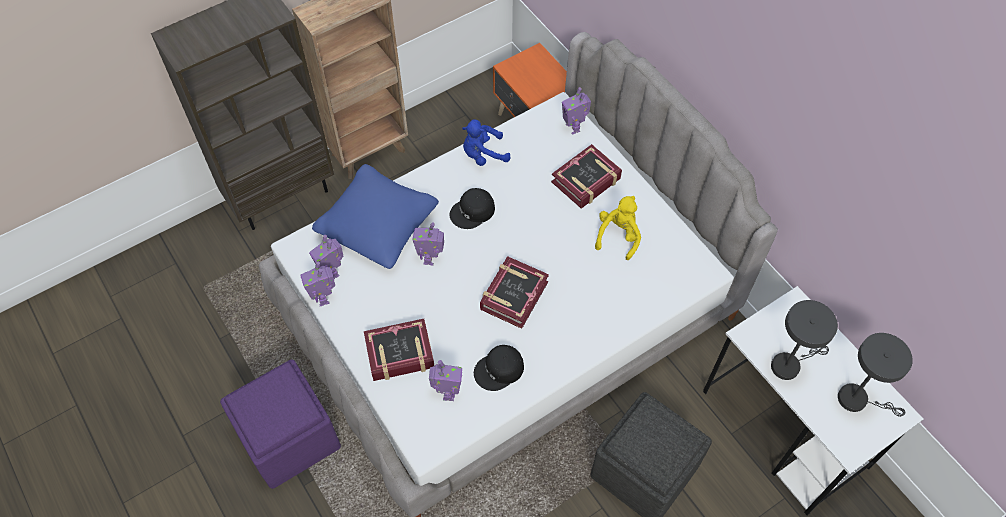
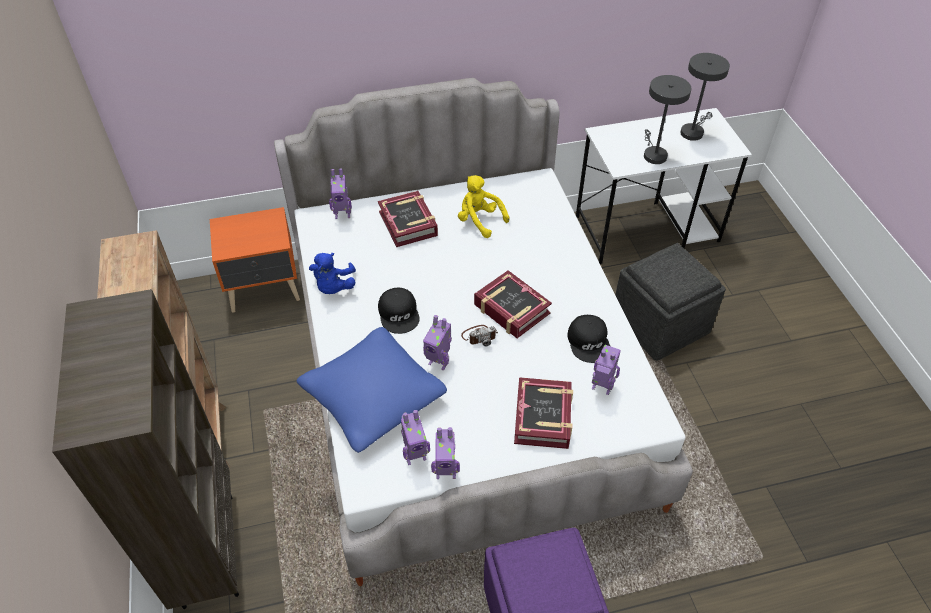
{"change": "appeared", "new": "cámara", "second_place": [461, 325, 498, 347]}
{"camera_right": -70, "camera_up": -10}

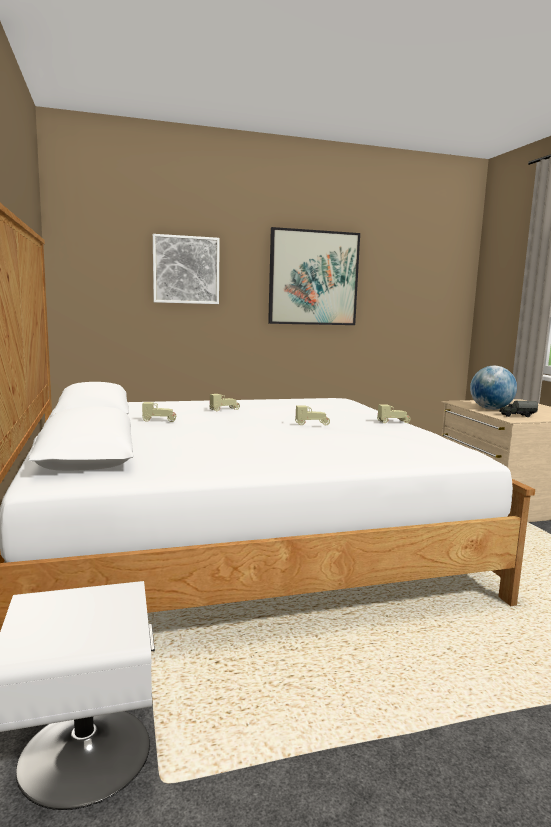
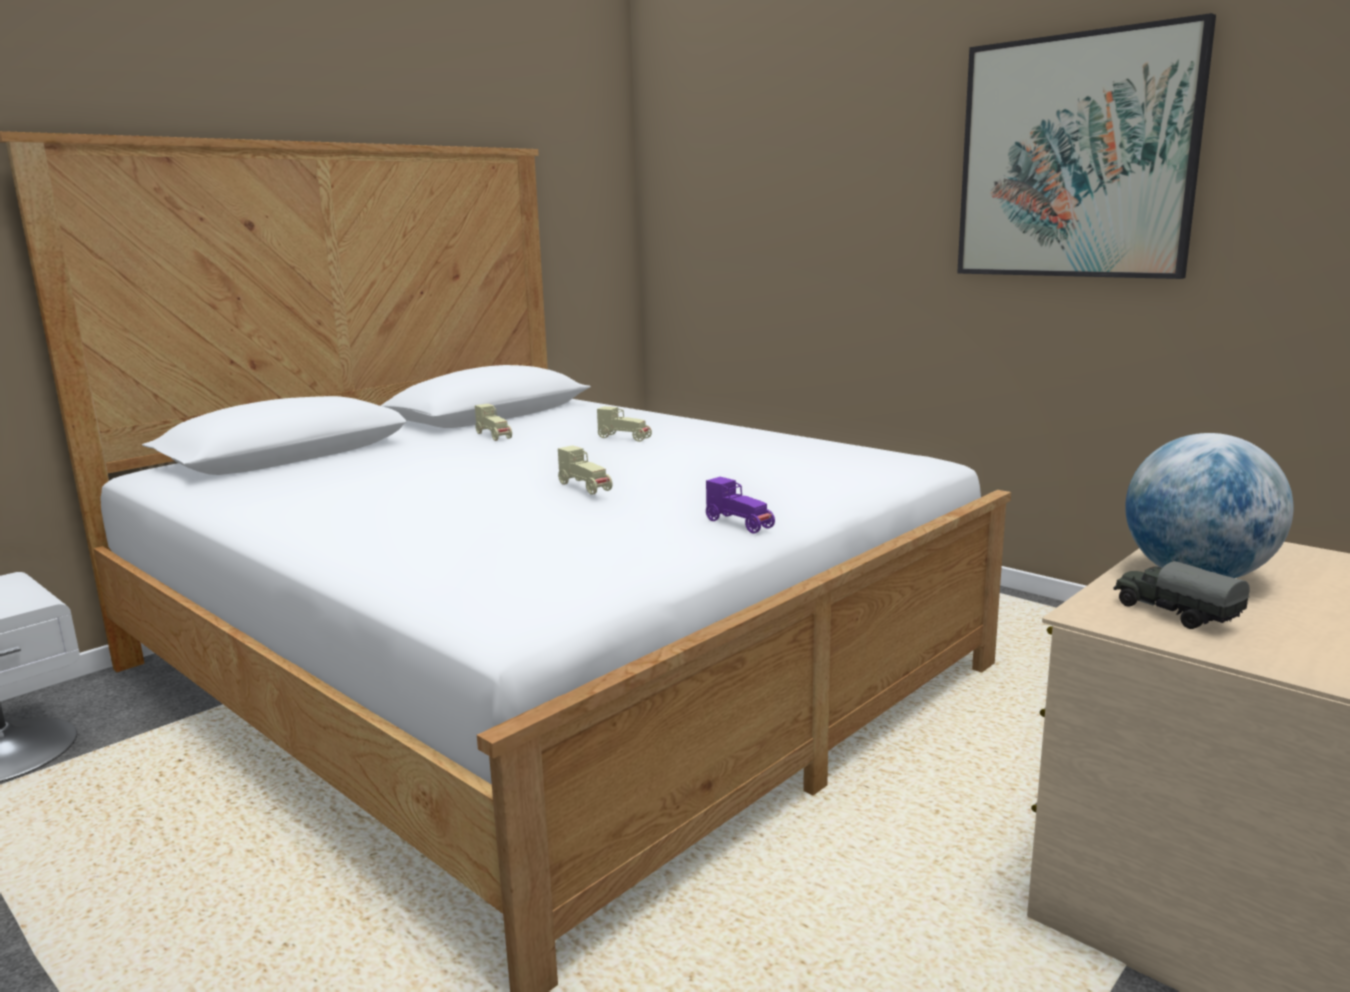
{"change": "missing", "old": "cuadro", "first_place": [153, 234, 220, 304]}
{"change": "colour", "old": "coche de juguete [beis]", "new": "coche de juguete [morado]", "first_place": [377, 405, 411, 423], "second_place": [706, 477, 775, 534]}
{"camera_right": 60, "camera_up": 5}

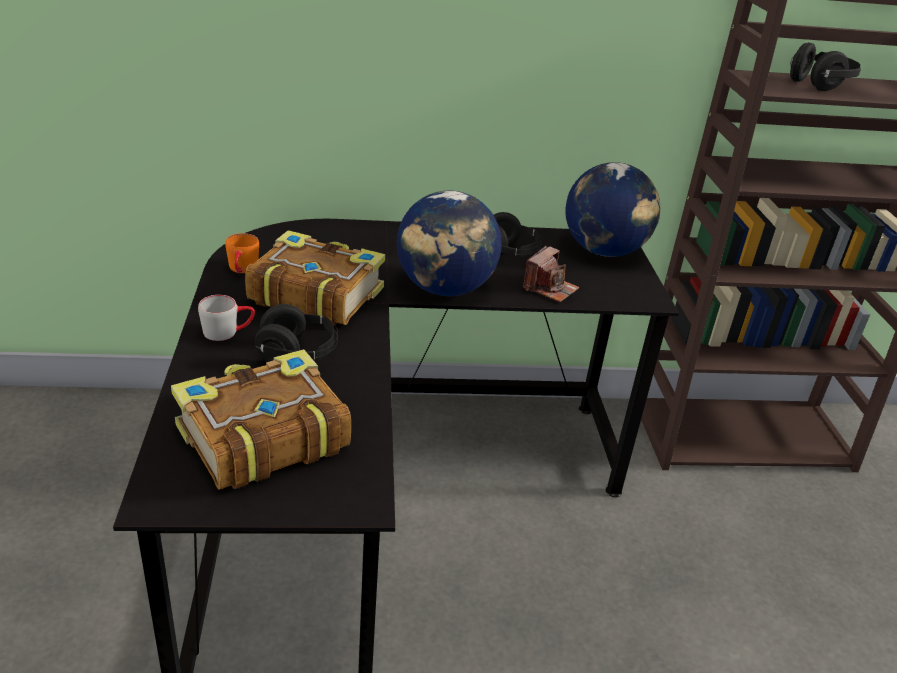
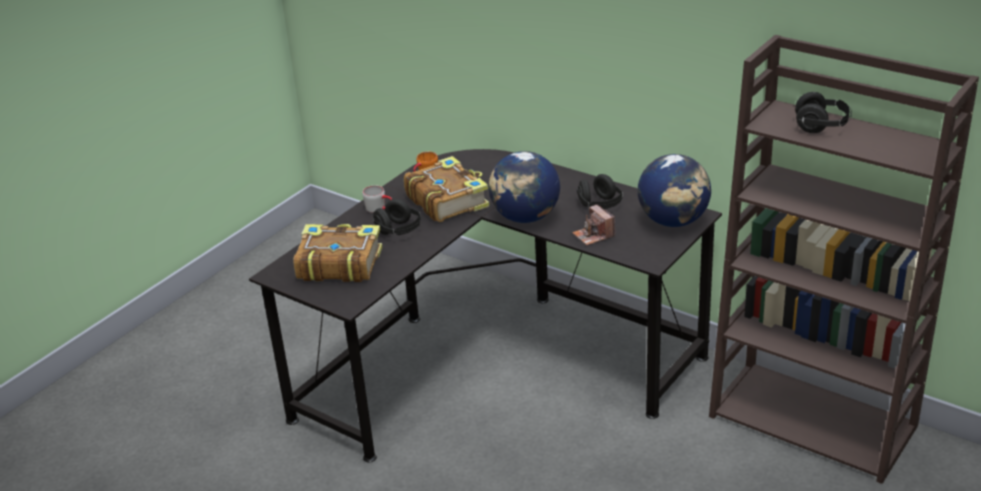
{"change": "spun", "old": "cámara", "first_place": [523, 246, 579, 302], "second_place": [572, 204, 615, 245], "degrees": 75}
{"camera_right": 45, "camera_up": 0}

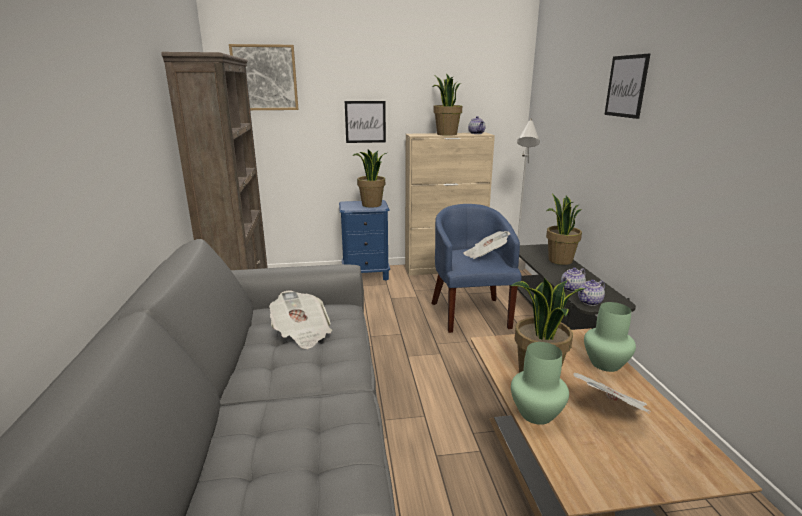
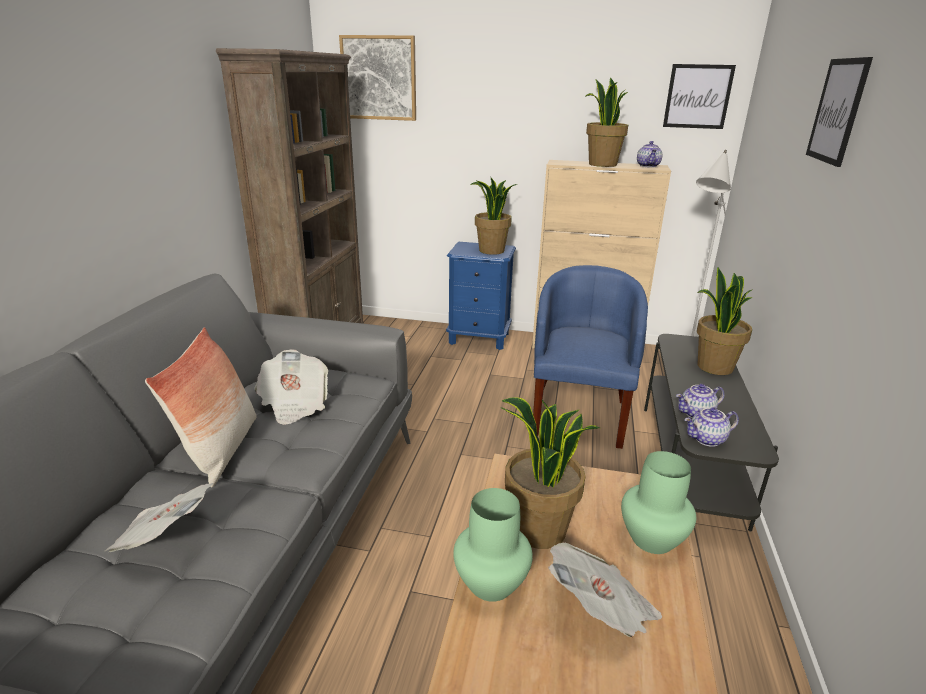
{"change": "relocated", "old": "cuadro", "first_place": [345, 101, 386, 143], "second_place": [663, 64, 736, 129]}
{"change": "relocated", "old": "periódico", "first_place": [463, 231, 510, 259], "second_place": [105, 483, 213, 552]}
{"change": "appeared", "new": "cojín", "second_place": [145, 327, 257, 487]}
{"camera_right": 20, "camera_up": 5}

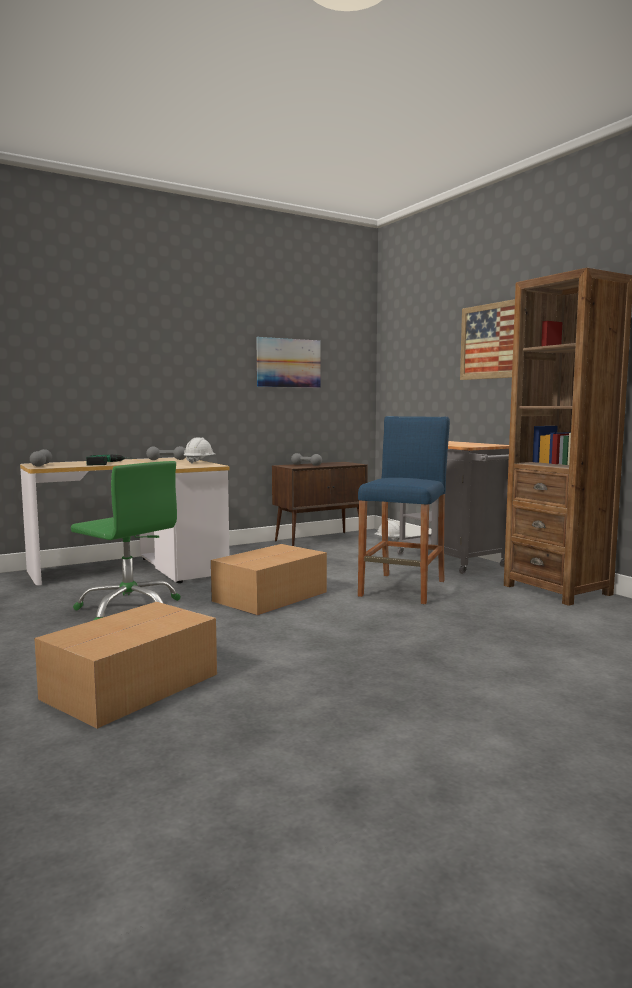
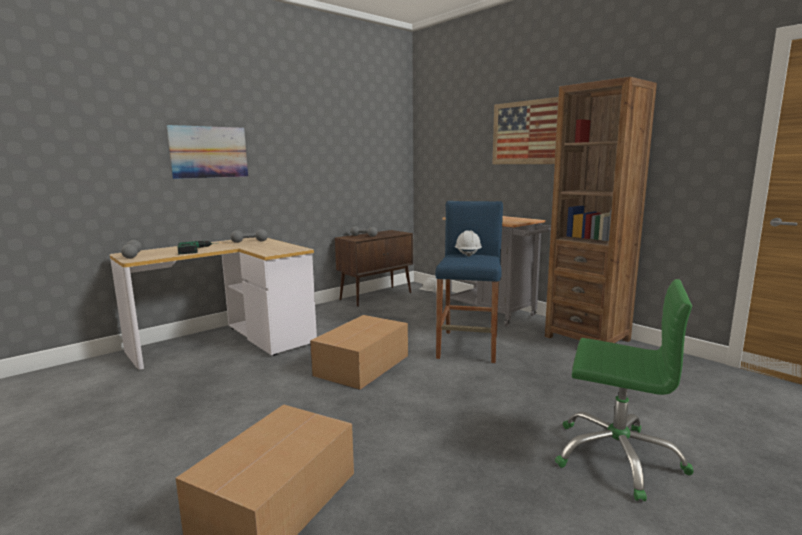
{"change": "relocated", "old": "cuadro", "first_place": [256, 337, 321, 388], "second_place": [166, 125, 248, 179]}
{"change": "relocated", "old": "casco [blanco]", "first_place": [184, 437, 215, 464], "second_place": [455, 230, 482, 257]}
{"change": "relocated", "old": "silla de oficina [verde]", "first_place": [71, 461, 181, 620], "second_place": [555, 279, 694, 501]}
{"camera_right": -10, "camera_up": 5}

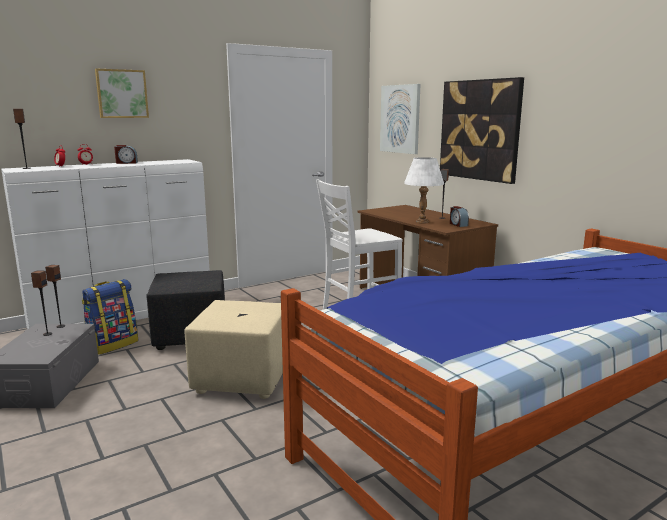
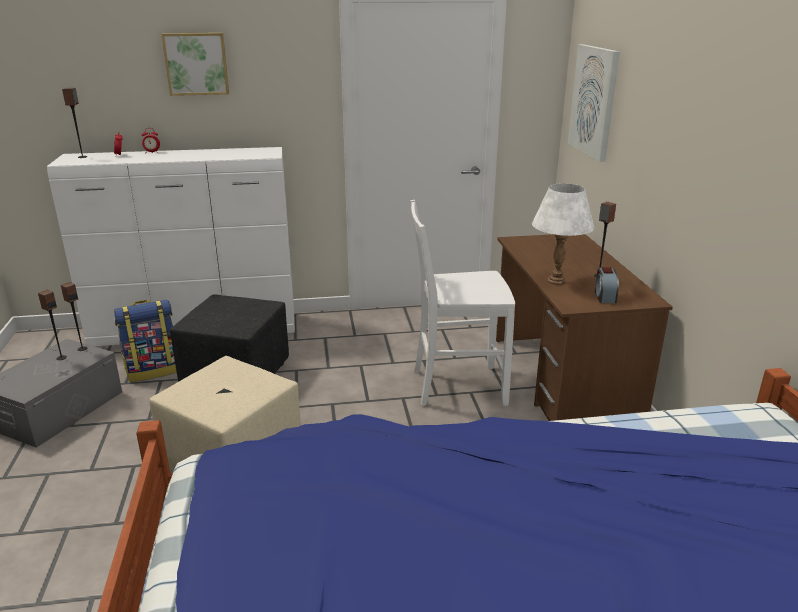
{"change": "missing", "old": "cuadro", "first_place": [440, 77, 524, 184]}
{"change": "missing", "old": "despertador", "first_place": [114, 145, 138, 164]}
{"camera_right": 25, "camera_up": 10}

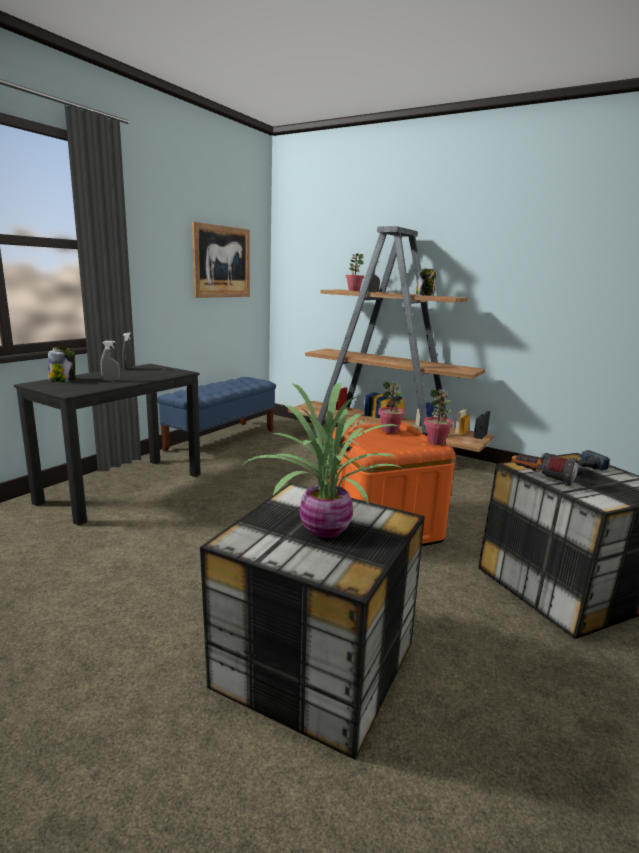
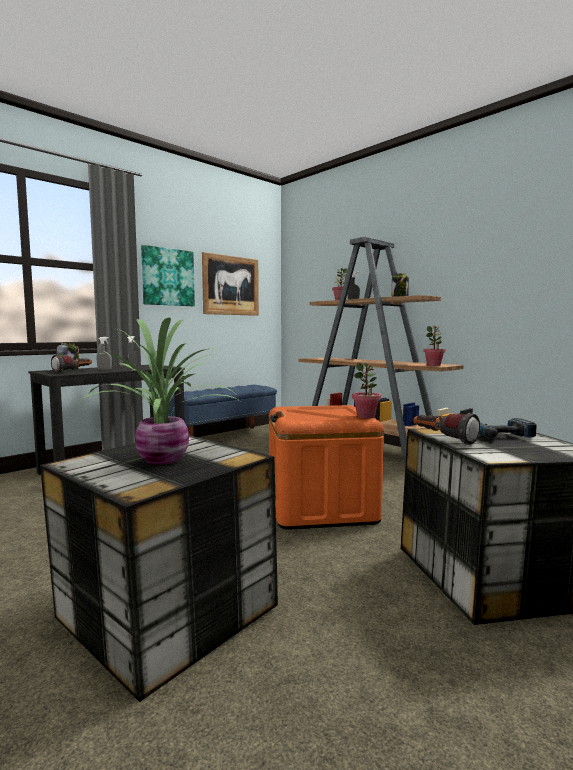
{"change": "relocated", "old": "planta en maceta", "first_place": [378, 381, 405, 433], "second_place": [424, 326, 446, 366]}
{"change": "appeared", "new": "cuadro", "second_place": [141, 245, 195, 306]}
{"change": "appeared", "new": "linterna", "second_place": [51, 354, 92, 373]}
{"camera_right": 15, "camera_up": -10}

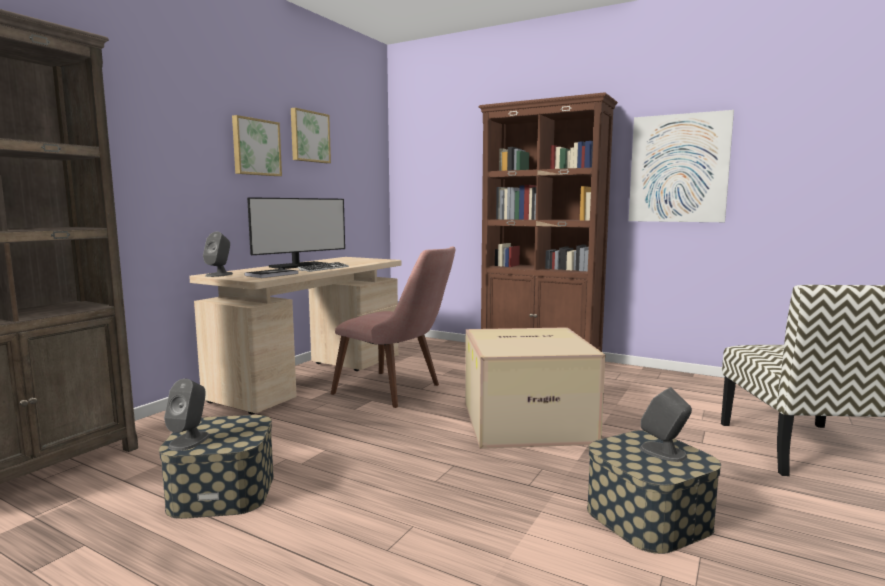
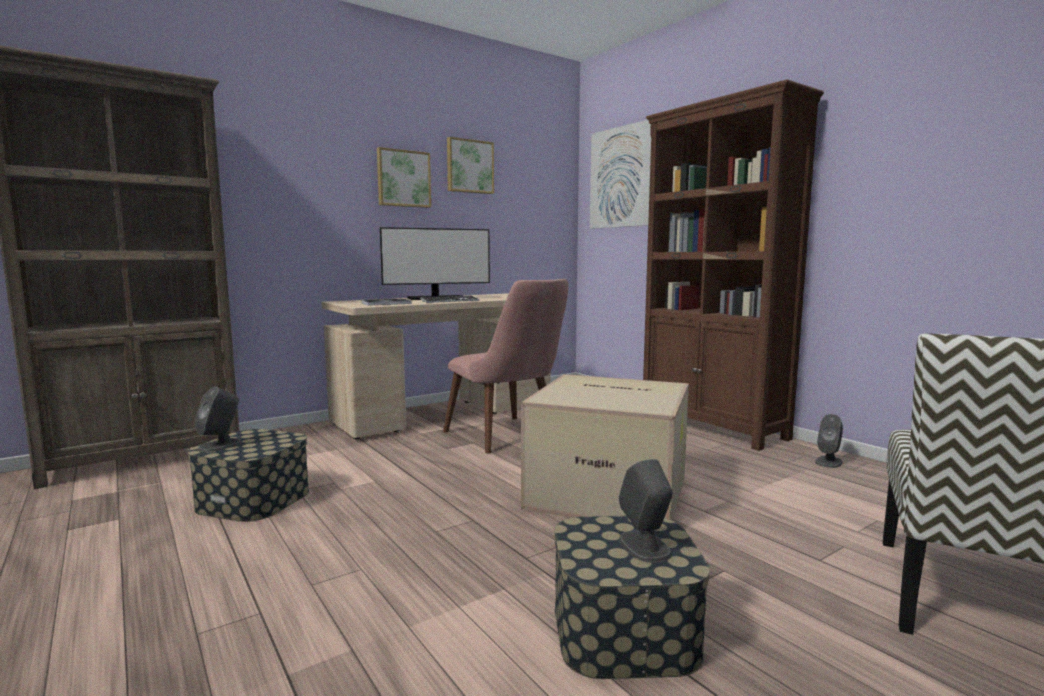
{"change": "relocated", "old": "cuadro", "first_place": [629, 110, 734, 222], "second_place": [590, 120, 651, 229]}
{"change": "relocated", "old": "altavoz [gris]", "first_place": [203, 232, 233, 277], "second_place": [815, 414, 843, 468]}
{"camera_right": 25, "camera_up": 0}

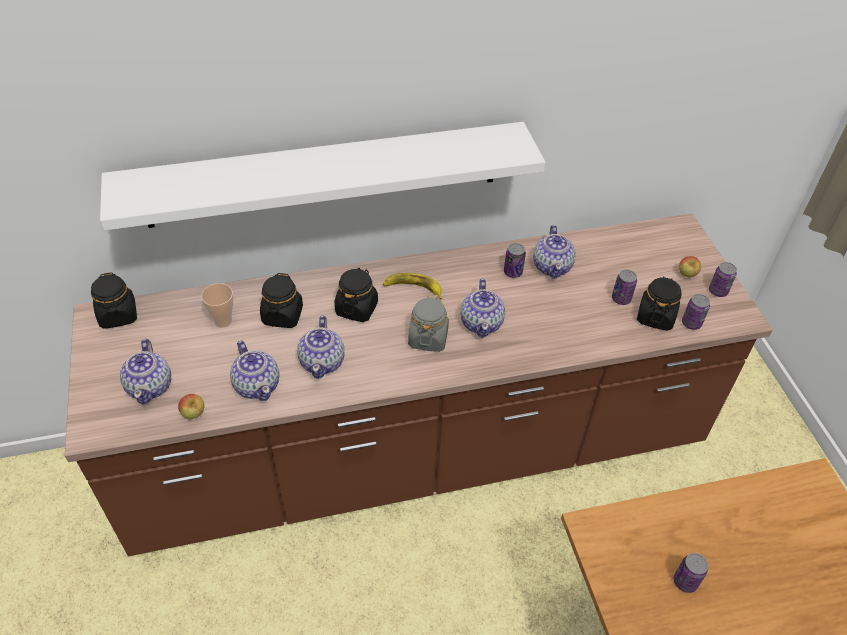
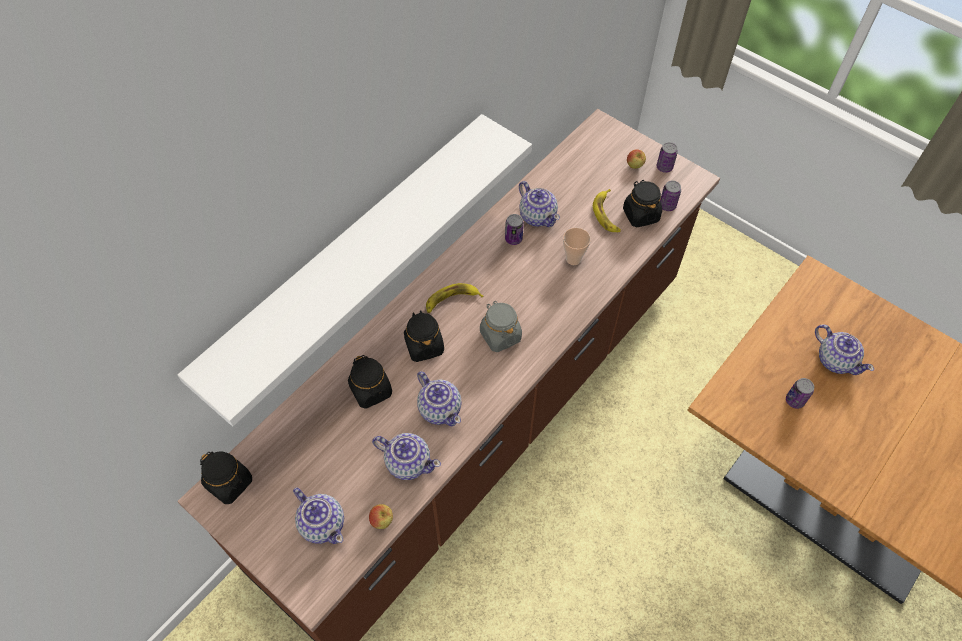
{"change": "exchanged", "old": "lata", "new": "plátano", "first_place": [612, 270, 637, 305], "second_place": [593, 189, 621, 232]}
{"change": "relocated", "old": "tetera", "first_place": [460, 279, 505, 338], "second_place": [815, 324, 874, 375]}
{"change": "relocated", "old": "taza", "first_place": [201, 283, 233, 328], "second_place": [563, 228, 591, 265]}
{"camera_right": -35, "camera_up": 10}

